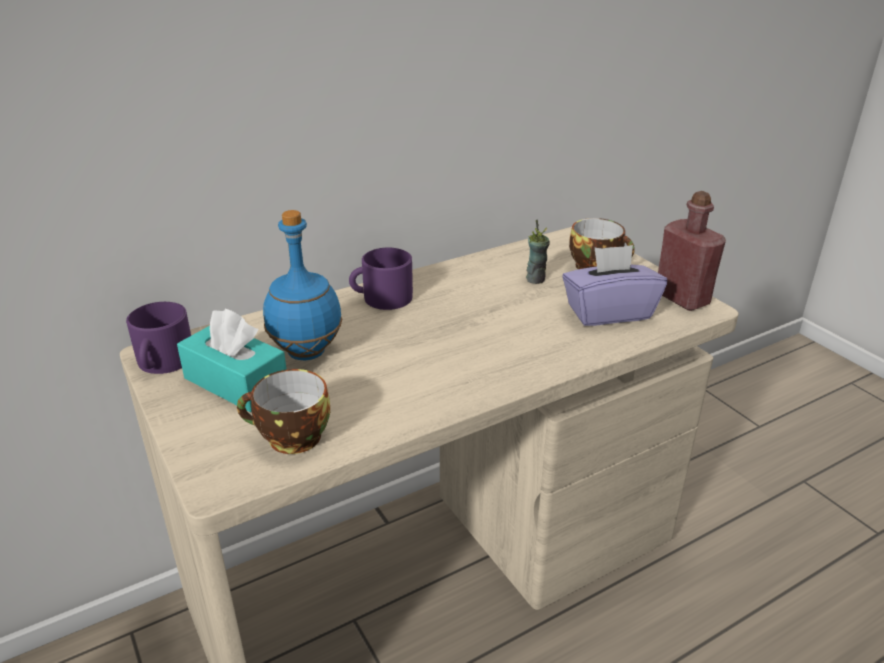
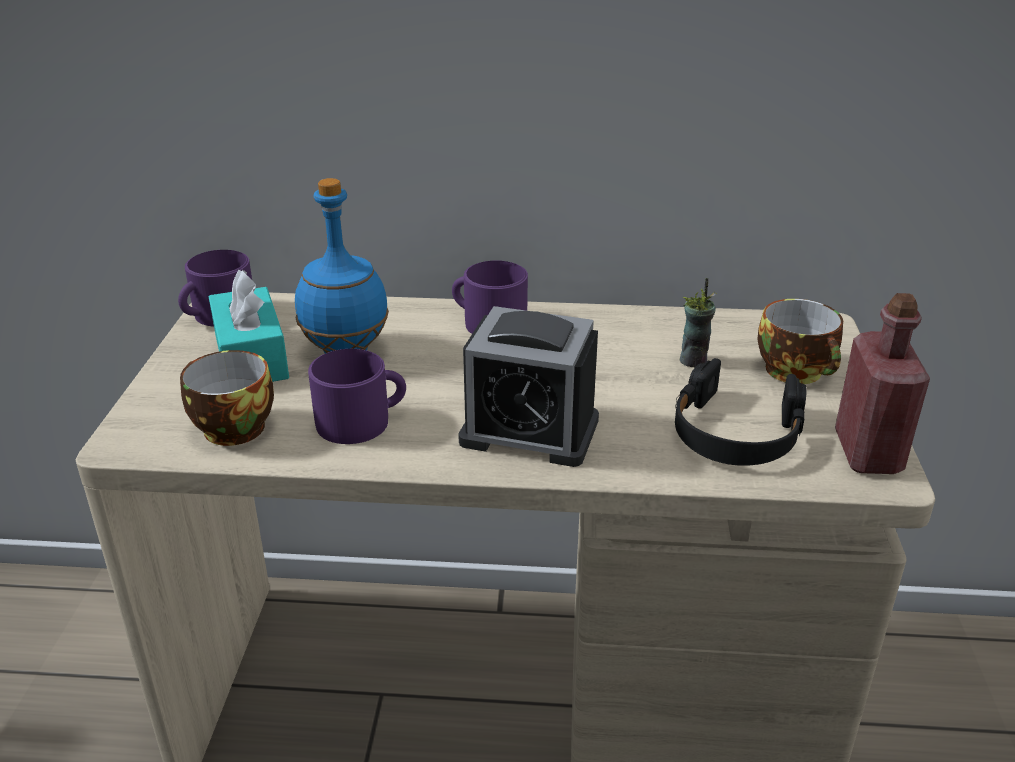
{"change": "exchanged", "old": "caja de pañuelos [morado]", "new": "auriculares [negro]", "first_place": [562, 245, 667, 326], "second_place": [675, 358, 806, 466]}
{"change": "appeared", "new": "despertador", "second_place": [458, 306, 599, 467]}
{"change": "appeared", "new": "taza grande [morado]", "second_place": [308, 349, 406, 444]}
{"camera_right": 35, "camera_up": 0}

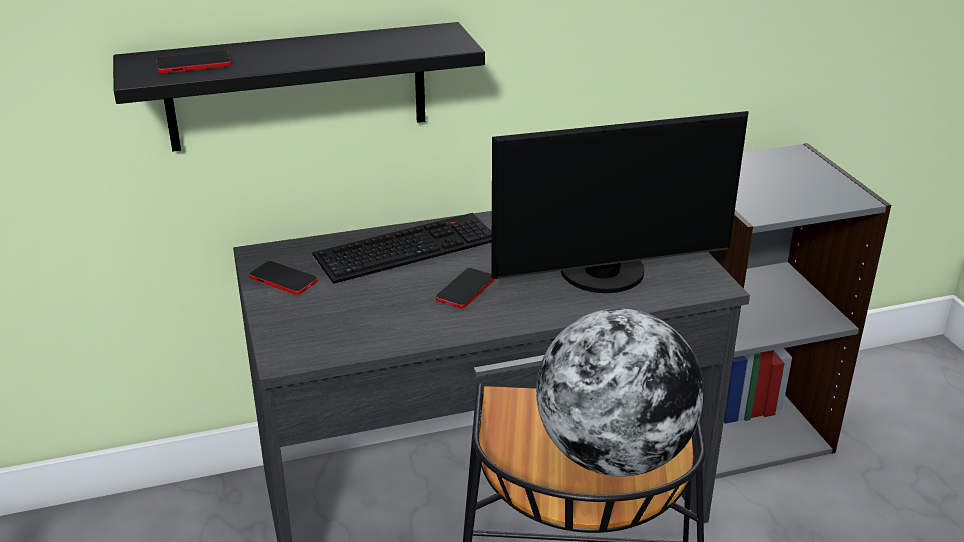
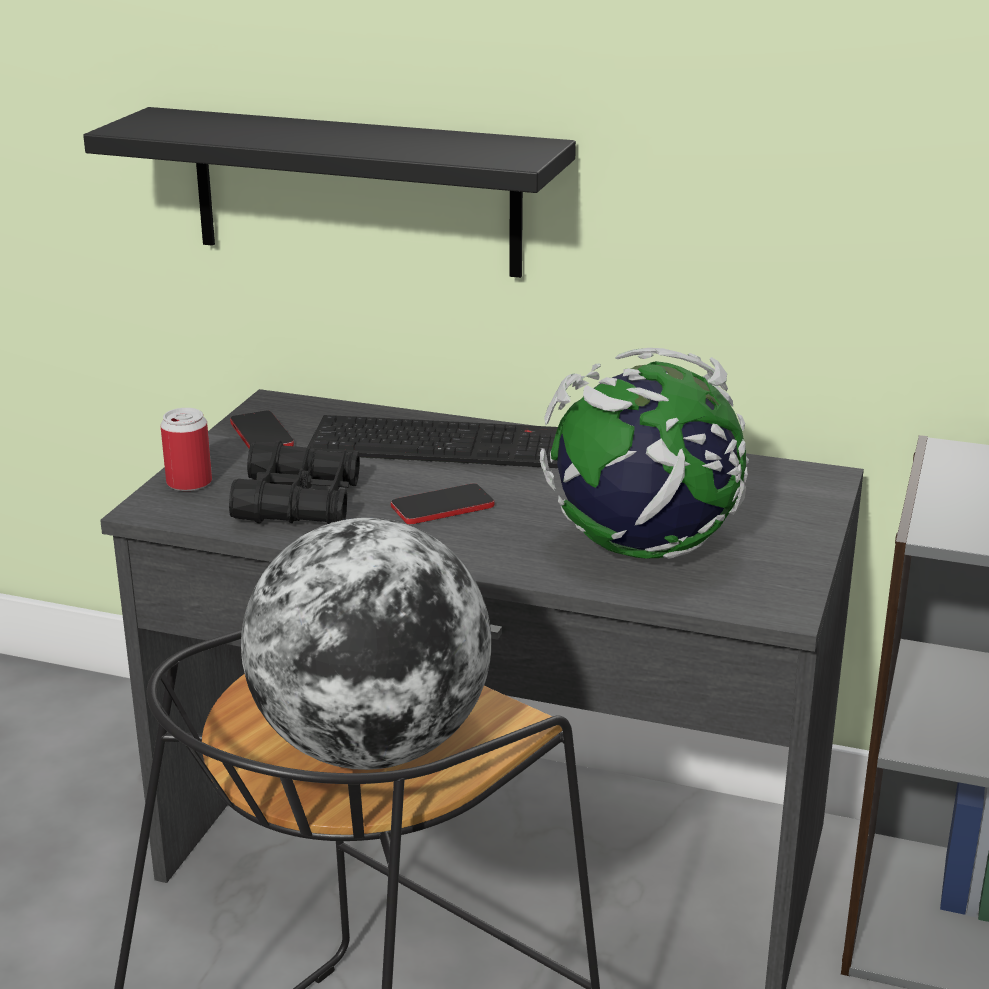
{"change": "missing", "old": "móvil", "first_place": [156, 51, 231, 73]}
{"change": "exchanged", "old": "monitor", "new": "globo terráqueo", "first_place": [491, 111, 749, 293], "second_place": [540, 348, 749, 559]}
{"change": "appeared", "new": "lata", "second_place": [160, 408, 212, 491]}
{"change": "appeared", "new": "prismáticos [negro]", "second_place": [229, 440, 360, 524]}
{"camera_right": 35, "camera_up": -5}

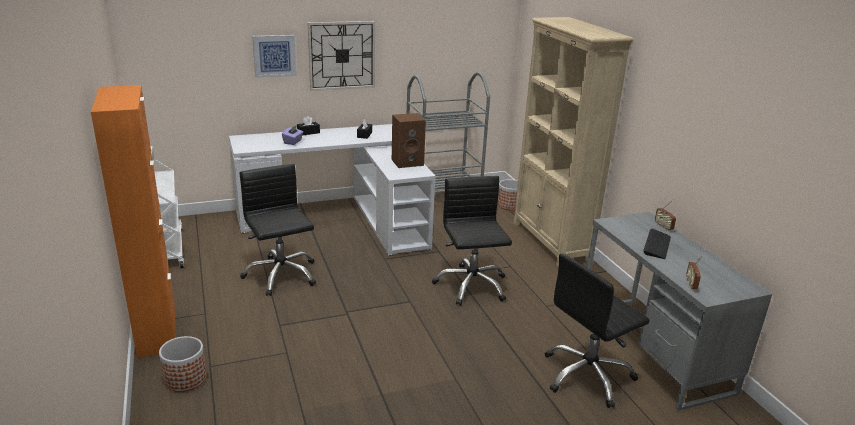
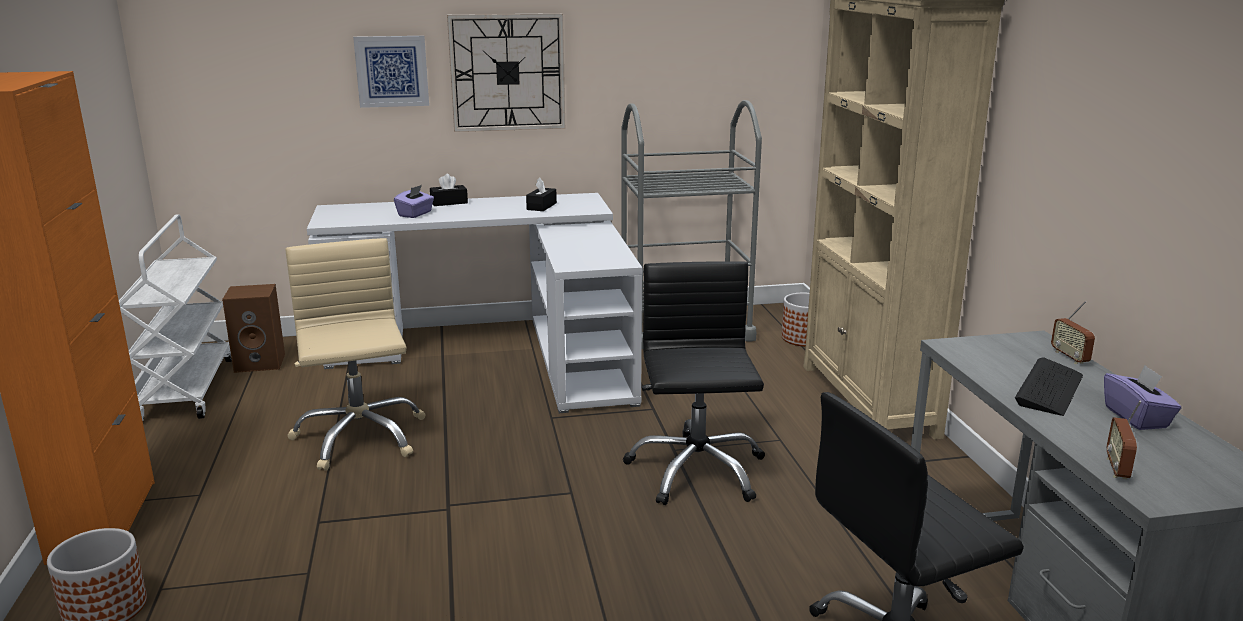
{"change": "relocated", "old": "altavoz [marrón]", "first_place": [392, 113, 426, 168], "second_place": [222, 284, 285, 373]}
{"change": "colour", "old": "silla de oficina [negro]", "new": "silla de oficina [beis]", "first_place": [239, 164, 316, 296], "second_place": [286, 238, 426, 471]}
{"change": "appeared", "new": "caja de pañuelos [morado]", "second_place": [1104, 365, 1182, 430]}
{"camera_right": 10, "camera_up": -5}

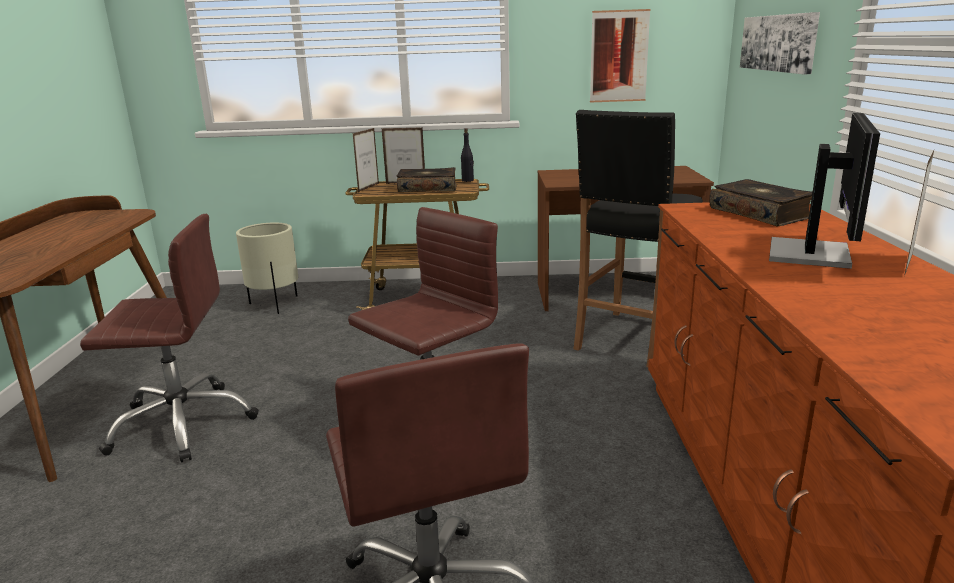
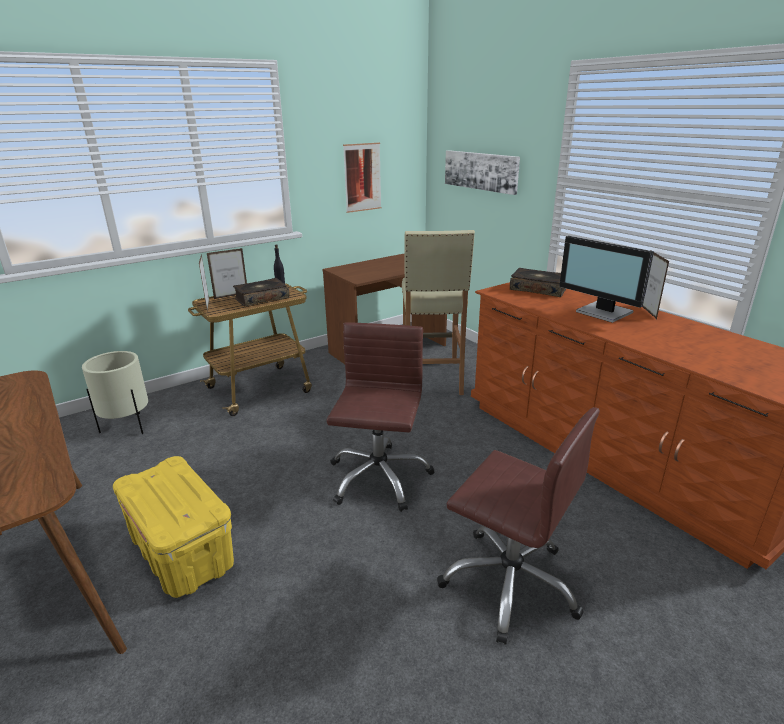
{"change": "colour", "old": "taburete [negro]", "new": "taburete [beis]", "first_place": [574, 110, 703, 367], "second_place": [402, 230, 475, 395]}
{"change": "spun", "old": "monitor", "first_place": [769, 113, 880, 269], "second_place": [559, 236, 654, 323], "degrees": 150}
{"change": "exchanged", "old": "silla de oficina [marrón]", "new": "caja de almacenaje [amarillo]", "first_place": [80, 214, 259, 462], "second_place": [113, 456, 234, 598]}
{"camera_right": -35, "camera_up": 5}

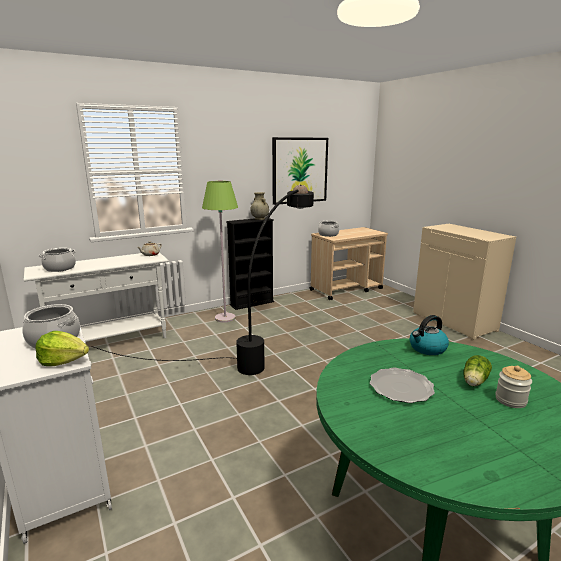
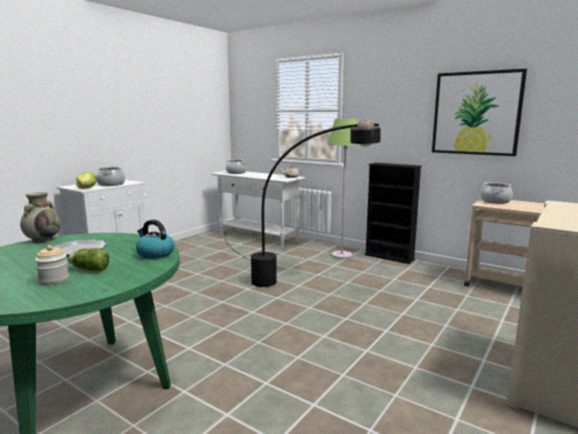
{"change": "relocated", "old": "florero [beis]", "first_place": [250, 192, 269, 220], "second_place": [20, 192, 60, 243]}
{"camera_right": 65, "camera_up": -5}

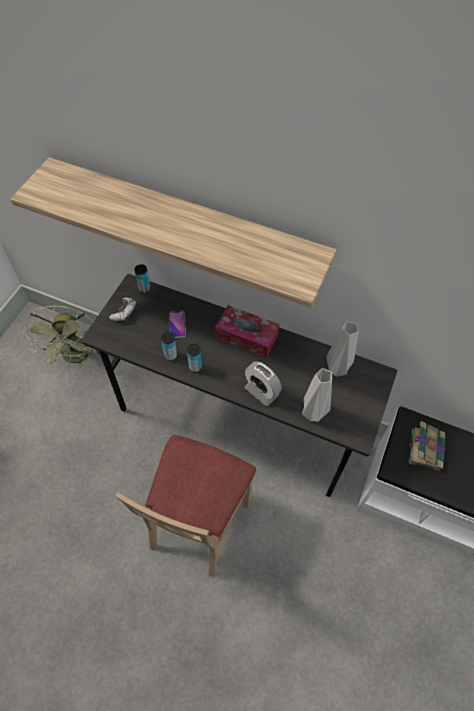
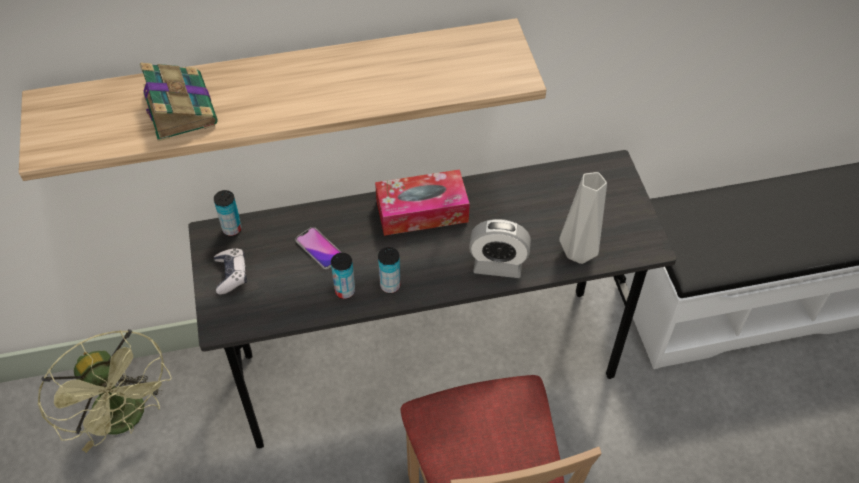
{"change": "missing", "old": "florero [gris]", "first_place": [326, 321, 359, 377]}
{"change": "relocated", "old": "libro", "first_place": [409, 421, 446, 471], "second_place": [140, 62, 218, 141]}
{"camera_right": -35, "camera_up": -5}

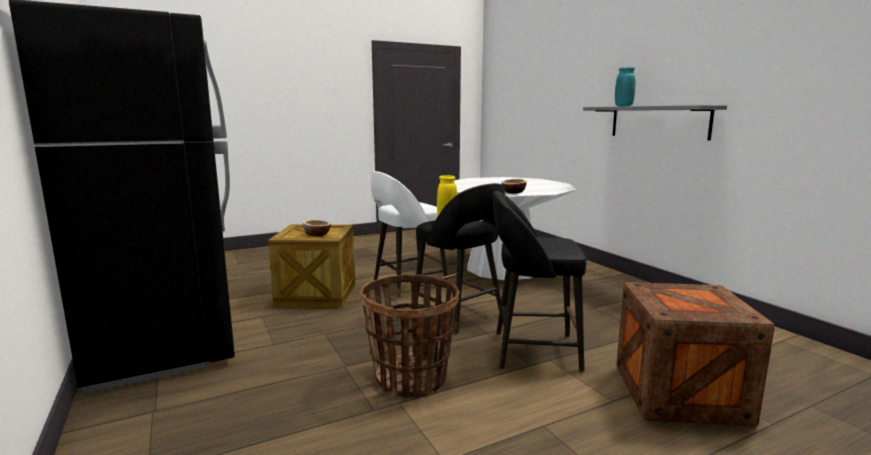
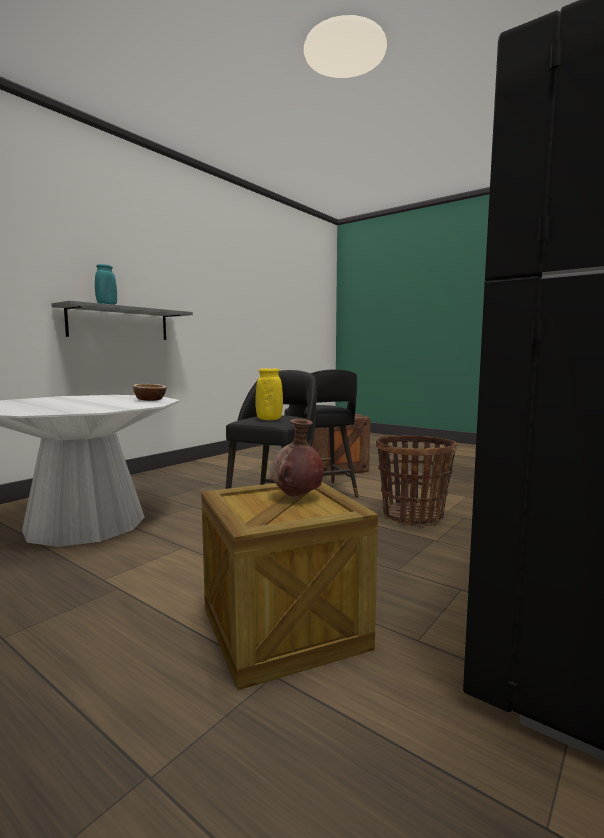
{"change": "missing", "old": "taburete [blanco]", "first_place": [371, 171, 448, 298]}
{"change": "exchanged", "old": "cuenco", "new": "florero [marrón]", "first_place": [303, 220, 331, 236], "second_place": [270, 419, 323, 497]}
{"camera_right": -115, "camera_up": -5}

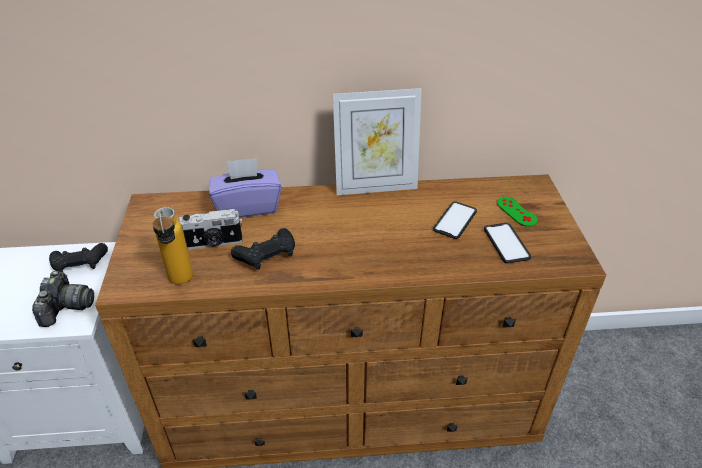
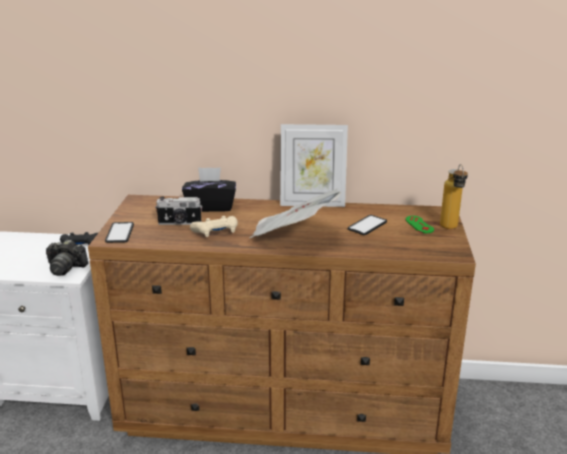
{"change": "colour", "old": "caja de pañuelos [morado]", "new": "caja de pañuelos [negro]", "first_place": [209, 158, 281, 218], "second_place": [182, 167, 236, 212]}
{"change": "relocated", "old": "botella", "first_place": [152, 207, 193, 285], "second_place": [440, 164, 468, 229]}
{"change": "relocated", "old": "móvil", "first_place": [484, 223, 531, 263], "second_place": [105, 222, 134, 243]}
{"change": "colour", "old": "mando de consola [negro]", "new": "mando de consola [beis]", "first_place": [231, 228, 295, 270], "second_place": [190, 216, 238, 237]}
{"change": "spun", "old": "cámara", "first_place": [32, 271, 94, 327], "second_place": [46, 239, 88, 276], "degrees": 90}
{"change": "appeared", "new": "periódico", "second_place": [250, 189, 341, 238]}
{"camera_right": 10, "camera_up": -15}

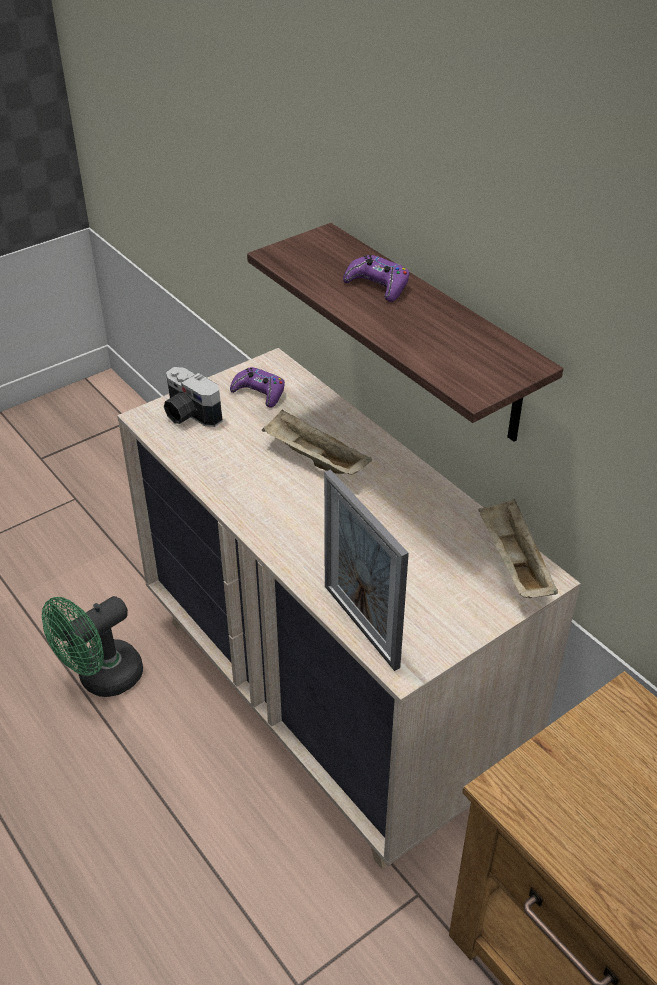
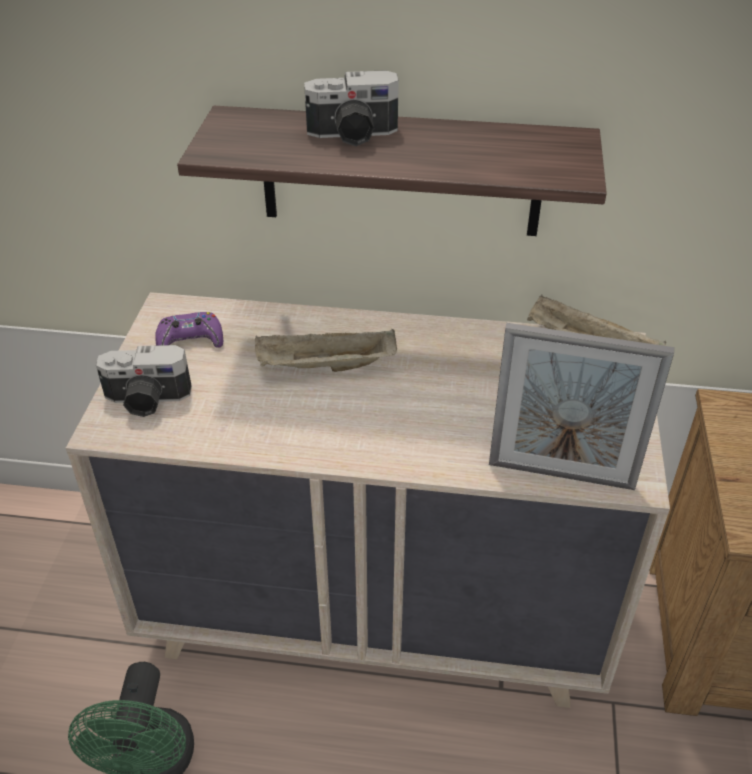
{"change": "exchanged", "old": "mando de consola [morado]", "new": "cámara", "first_place": [343, 255, 409, 302], "second_place": [304, 70, 399, 146]}
{"camera_right": -45, "camera_up": 0}

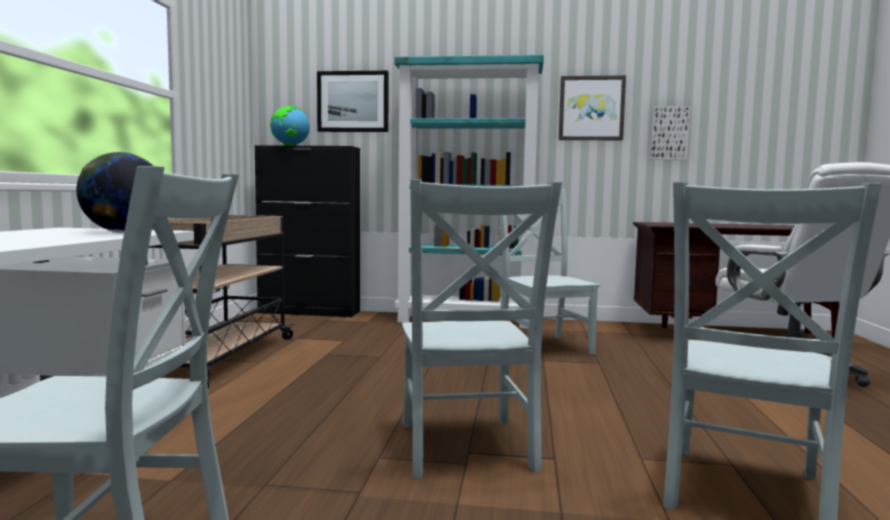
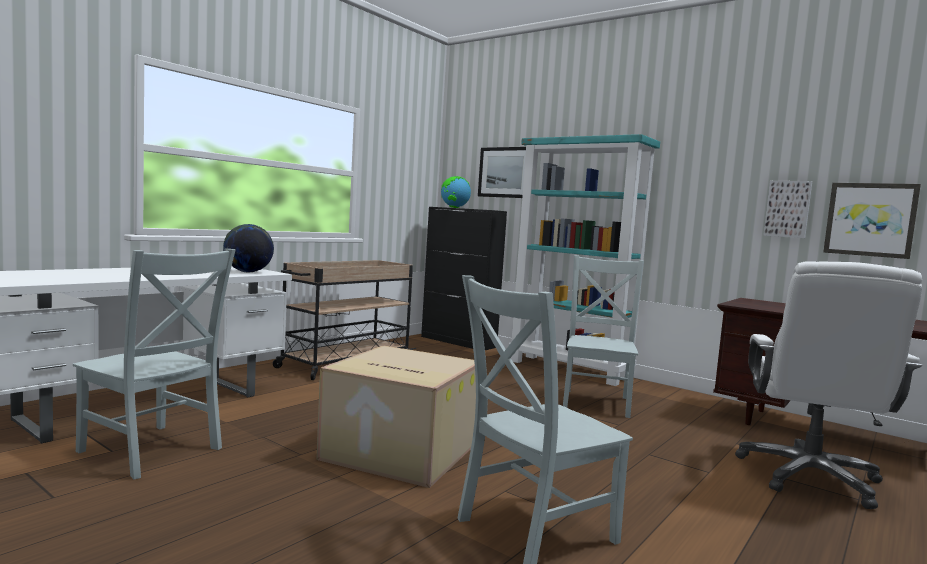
{"change": "relocated", "old": "cuadro", "first_place": [559, 75, 626, 140], "second_place": [823, 183, 921, 259]}
{"change": "exchanged", "old": "silla [gris]", "new": "caja de cartón", "first_place": [402, 179, 562, 479], "second_place": [316, 345, 476, 488]}
{"camera_right": 30, "camera_up": 0}

